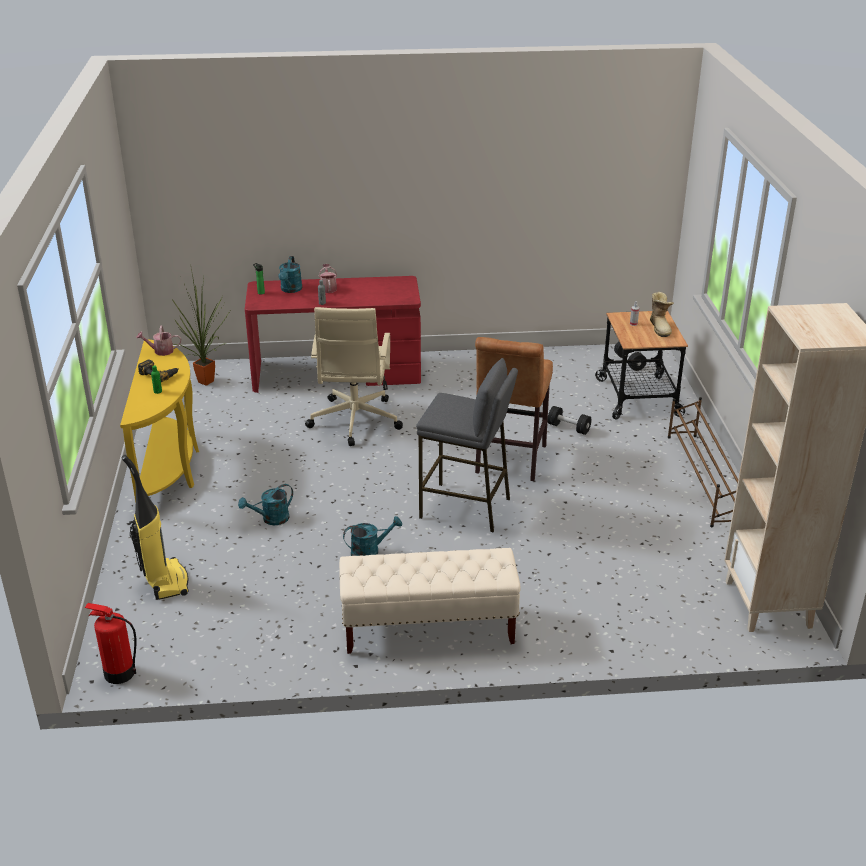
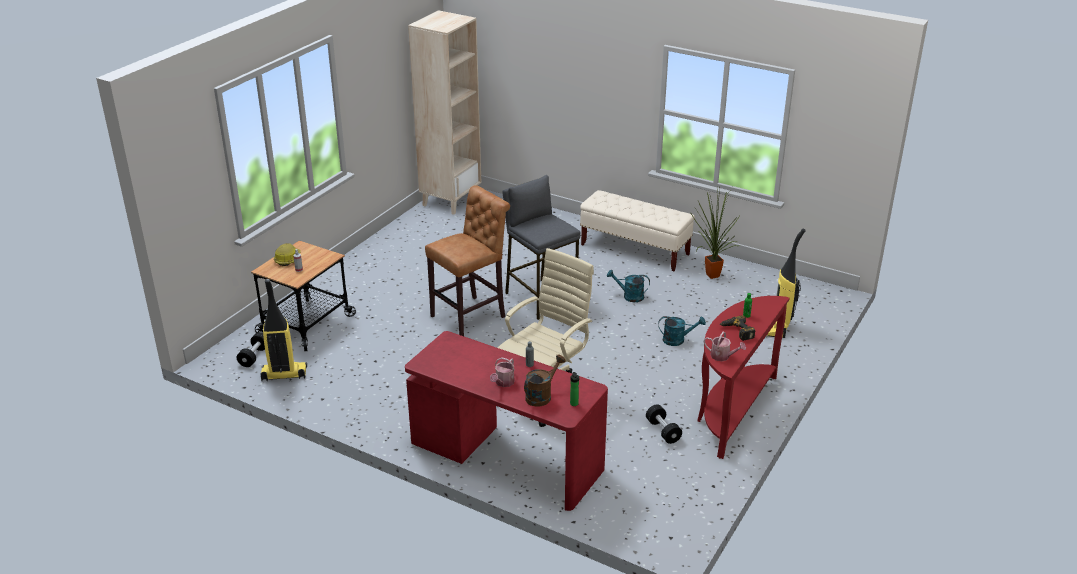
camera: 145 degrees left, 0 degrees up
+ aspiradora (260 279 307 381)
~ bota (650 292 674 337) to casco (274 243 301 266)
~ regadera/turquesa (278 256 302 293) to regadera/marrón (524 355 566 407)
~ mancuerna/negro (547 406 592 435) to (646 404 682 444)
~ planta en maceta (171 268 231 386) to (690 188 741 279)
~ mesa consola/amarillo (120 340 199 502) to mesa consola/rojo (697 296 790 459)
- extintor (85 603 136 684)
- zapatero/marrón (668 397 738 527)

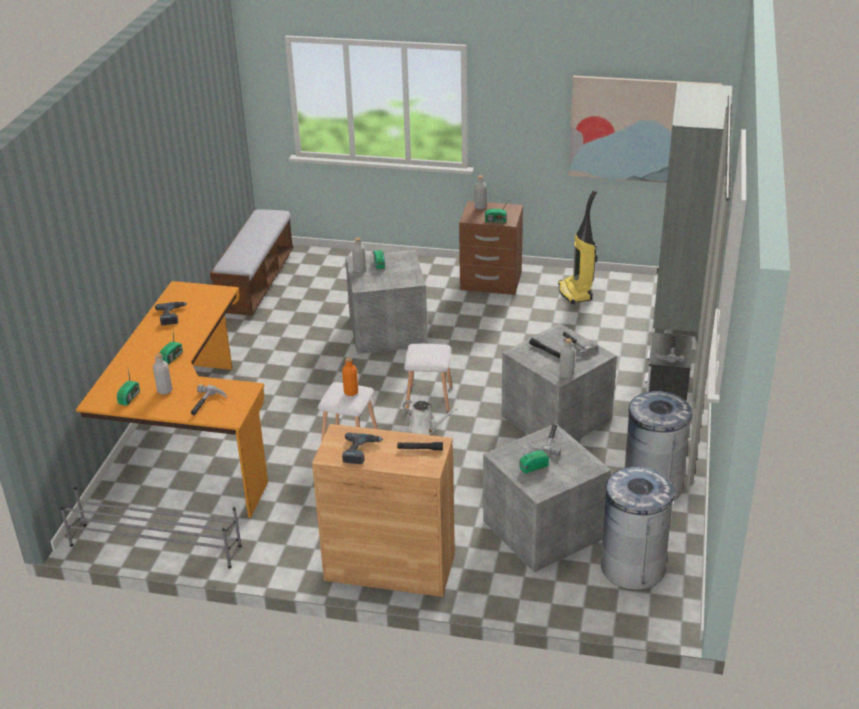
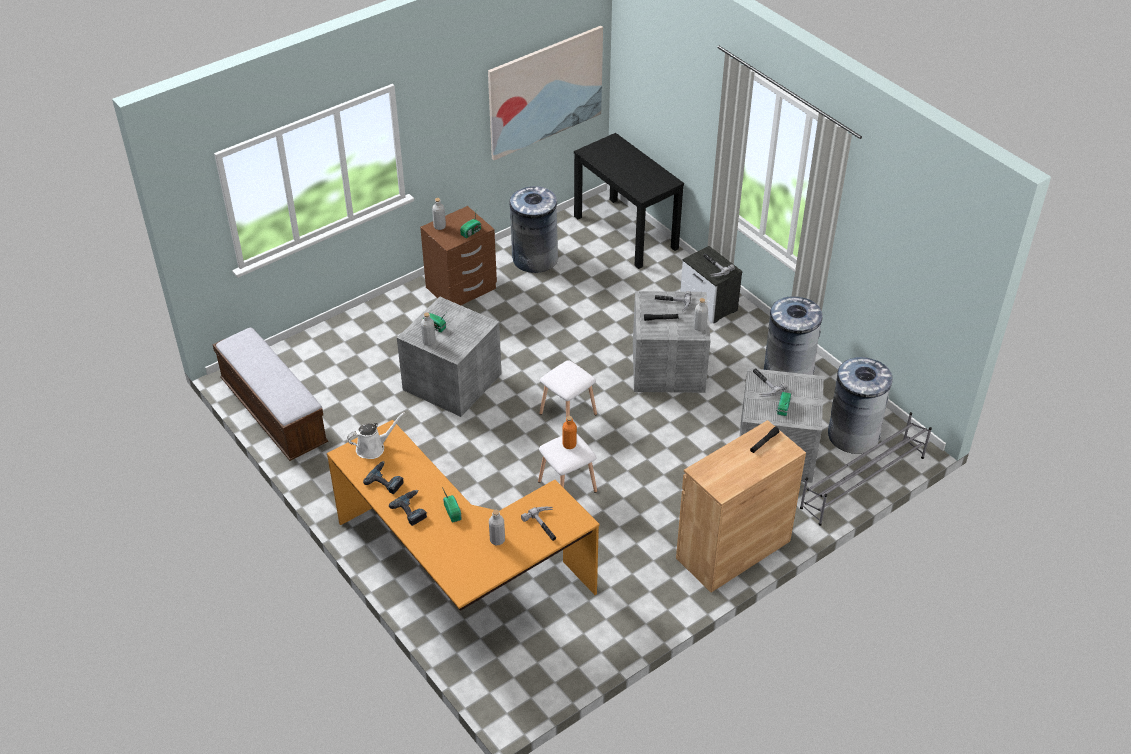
camera: 50 degrees left, 10 degrees up
~ regadera/blanco (402 401 458 435) to (347 412 405 459)
~ taladro (342 433 384 464) to (389 490 427 526)
~ aspiradora (558 190 598 304) to papelera/gris (509 186 558 273)
~ estantería/gris (653 83 732 342) to mesa consola/negro (574 133 684 269)
~ zapatero/gris (60 487 242 569) to (800 412 932 526)
- radio (117 369 140 406)

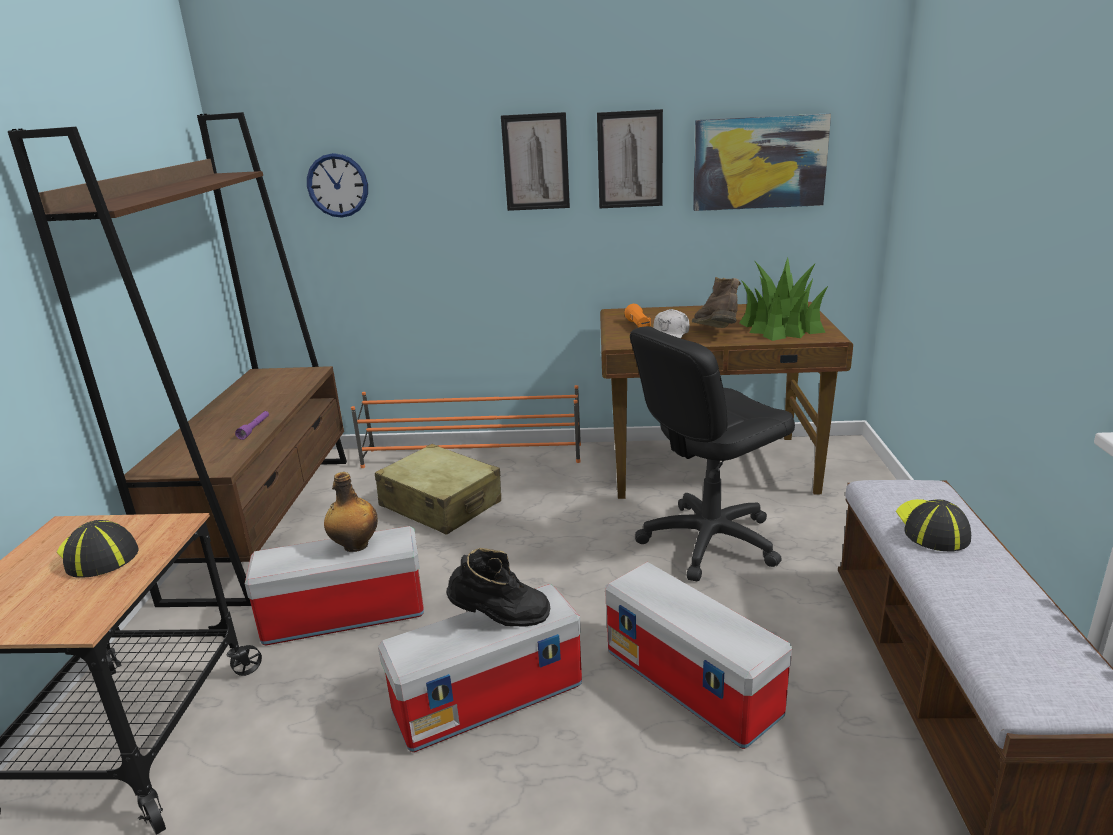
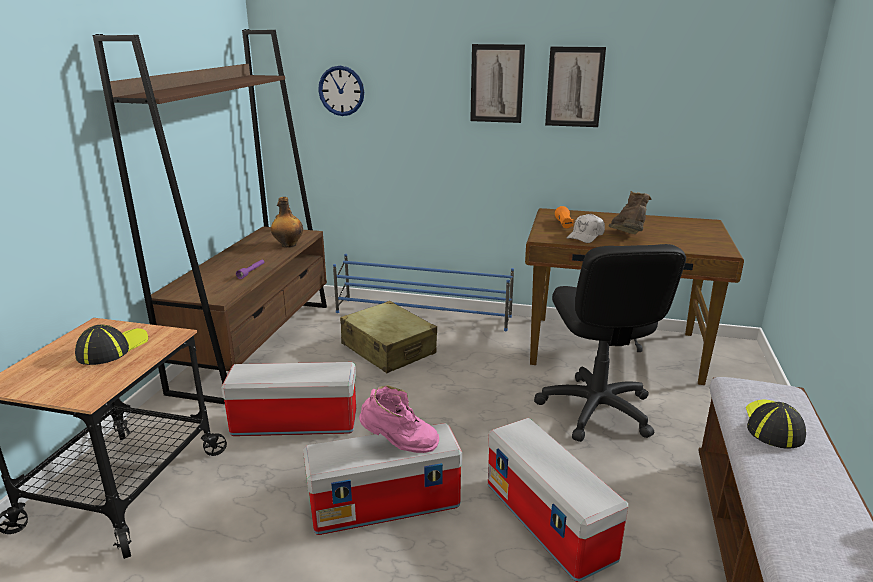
camera: 10 degrees right, 0 degrees up
~ gorra (57 520 138 578) = (75 324 148 365) 60 degrees clockwise
~ botella (324 472 378 552) to (271 197 303 248)
~ zapatero/naranja (351 385 581 468) to zapatero/azul (333 254 514 331)
~ bota/negro (447 548 550 627) to bota/rosa (359 385 439 453)
~ silla de oficina/negro (630 326 795 581) = (534 244 686 442) 75 degrees counterclockwise
- cuadro (693 113 831 211)
- planta en maceta (739 258 829 341)

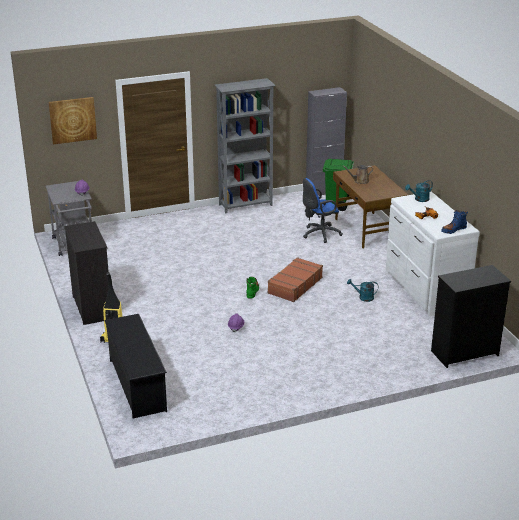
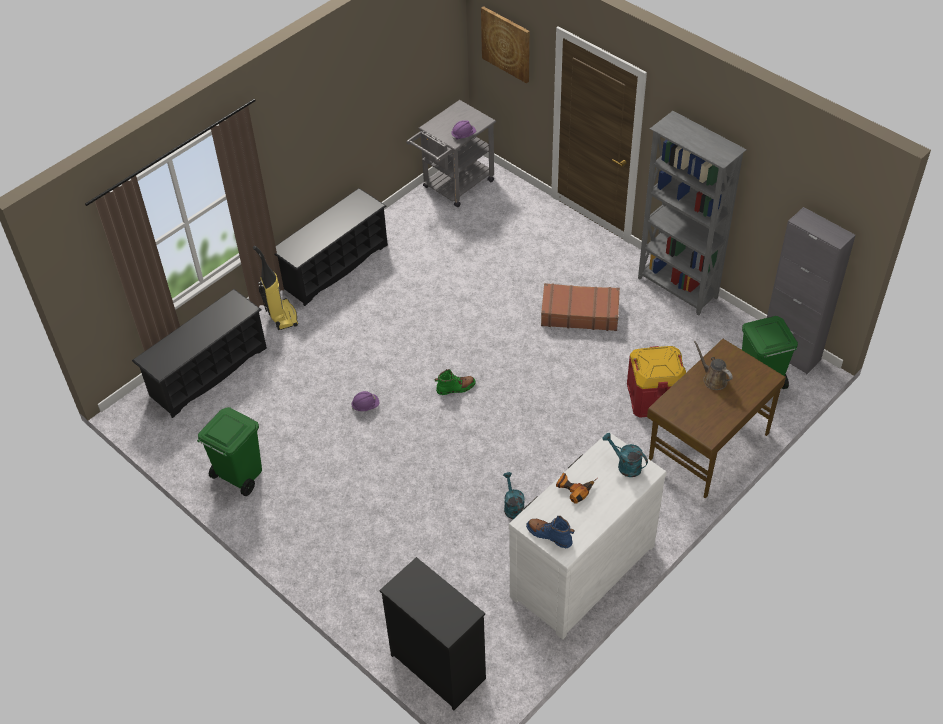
camera: 65 degrees right, 20 degrees up
+ papelera/verde (197 407 262 496)
~ cómoda/negro (64 221 109 325) to zapatero/negro (274 188 388 306)
~ maleta/marrón (268 257 323 302) to (541 283 620 331)
~ silla de oficina/azul (303 178 343 243) to caja de almacenaje/rojo (627 346 686 418)

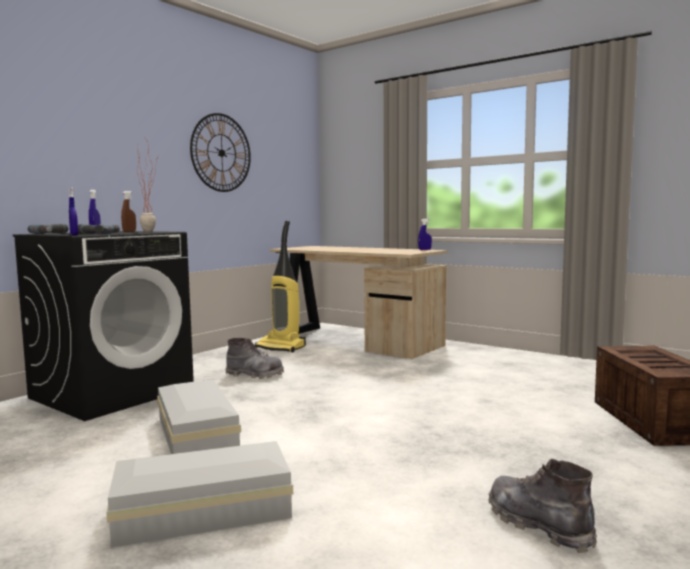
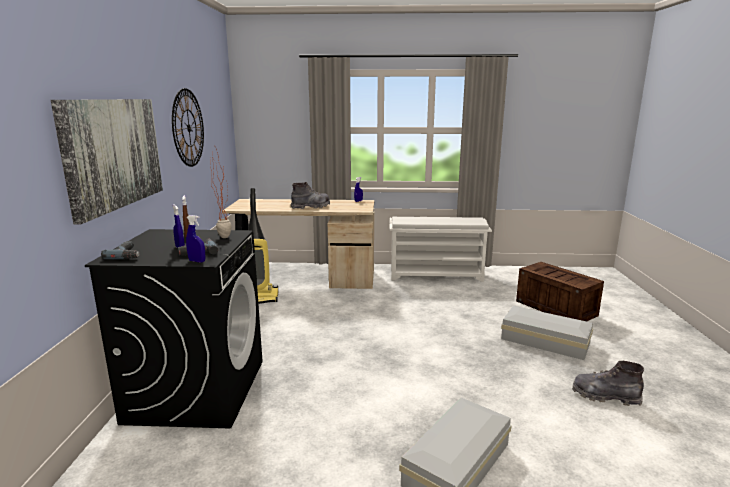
camera: 35 degrees left, 10 degrees up
+ cuadro (51 99 163 225)
~ bota/gris (225 338 284 379) to (291 182 330 209)
+ zapatero/blanco (389 217 492 282)
~ caja de almacenaje/blanco (157 381 241 454) to (501 306 593 360)

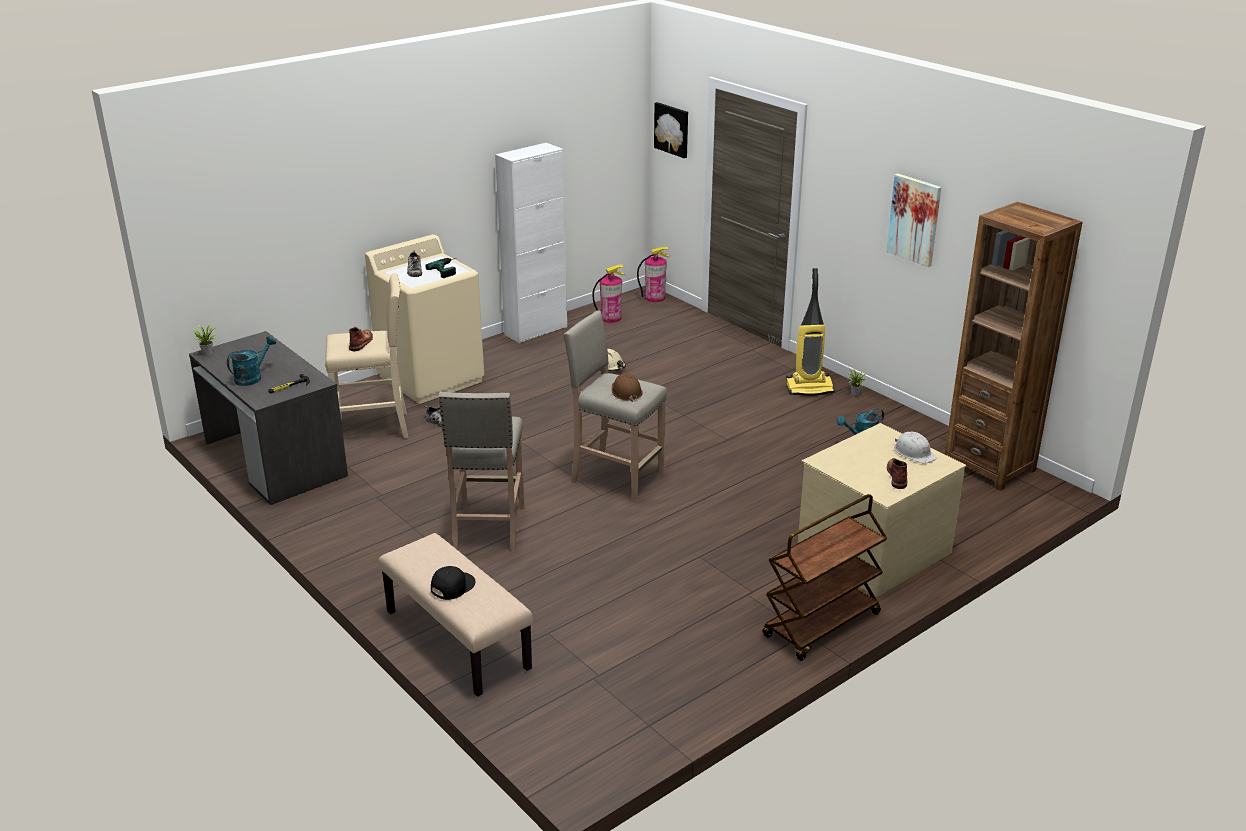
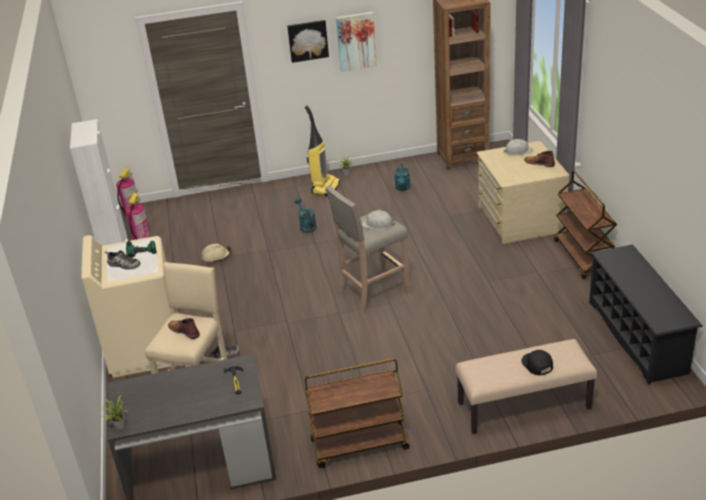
camera: 60 degrees left, 5 degrees up
~ cuadro (654 102 688 158) to (287 20 329 63)
~ regadera/turquesa (227 336 276 386) to (295 198 317 233)
+ carrito/marrón (305 359 409 468)
~ casco/marrón (611 373 643 402) to casco/blanco (362 210 395 230)
+ zapatero/negro (589 244 703 385)
- taburete/beis (439 392 525 551)

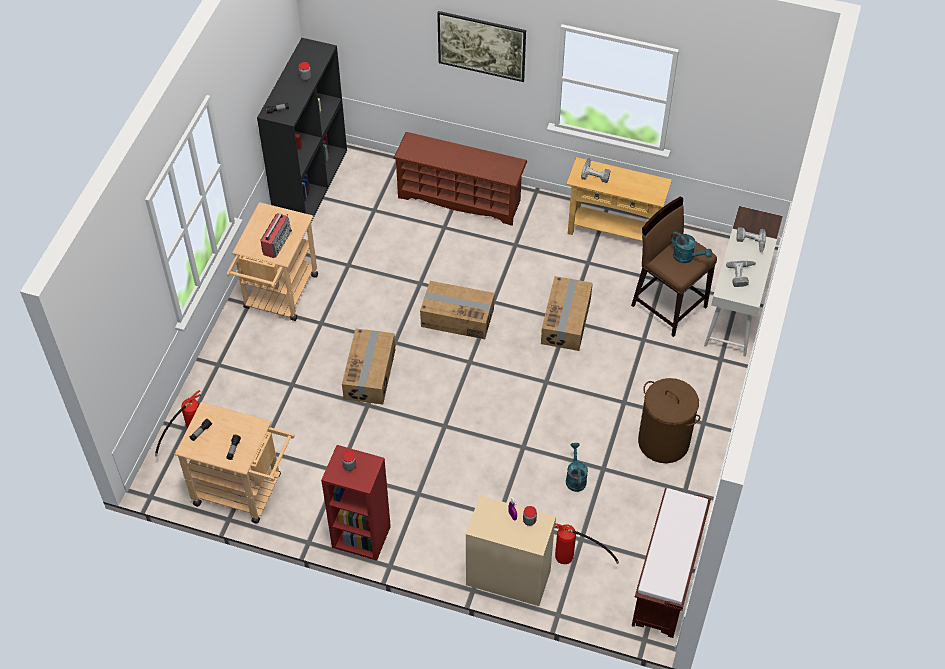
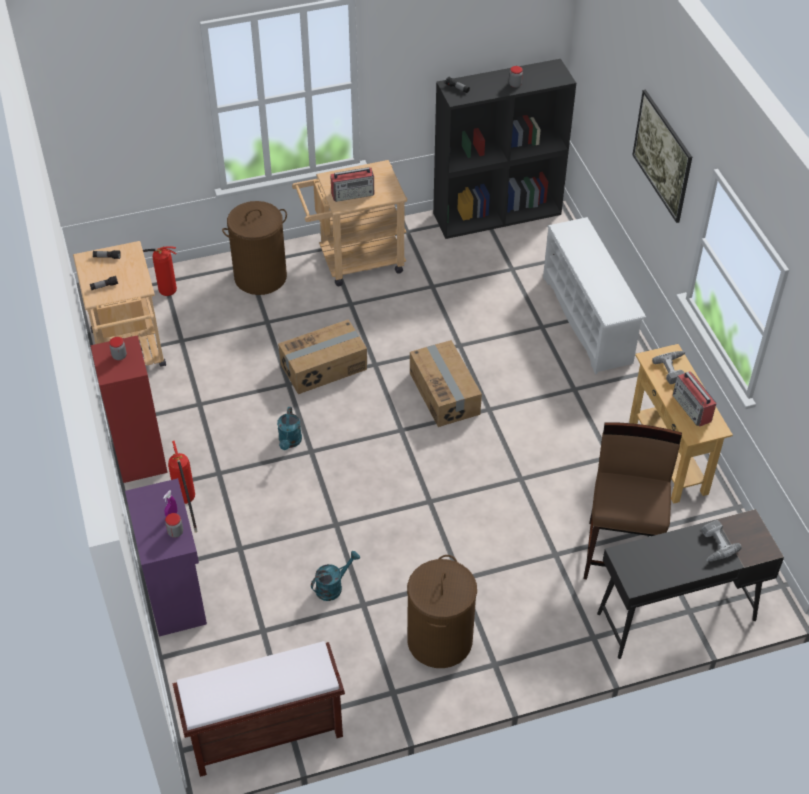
camera: 55 degrees right, 5 degrees down
~ armario/beis (466 496 556 606) to armario/morado (125 478 207 637)
~ extintor (555 523 619 564) to (168 441 198 533)
+ cesto de la ropa/marrón (222 201 287 295)
~ regadera/turquesa (671 231 712 263) to (277 407 302 450)
~ zapatero/marrón (393 132 527 226) to zapatero/blanco (543 217 647 375)
~ escritorio/blanco (704 206 783 357) to escritorio/negro (597 509 784 659)
+ radio (673 371 716 427)
- caja de cartón (541 276 593 351)
- taladro (726 261 756 287)

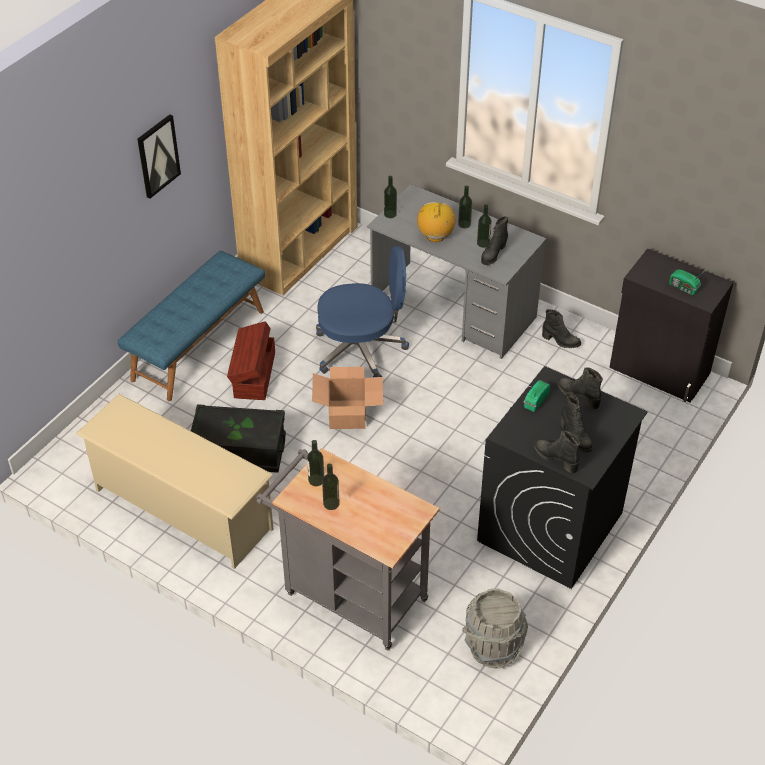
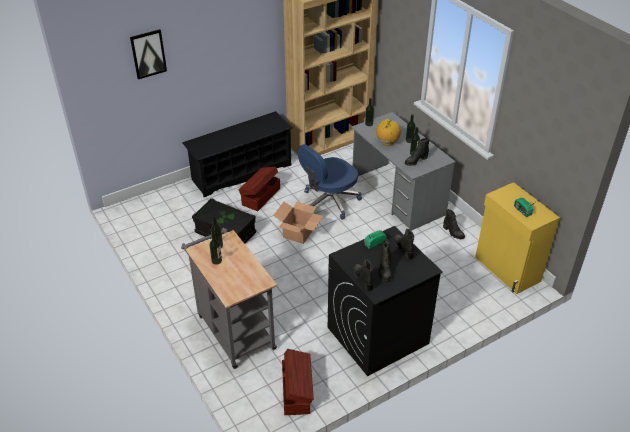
camera: 25 degrees right, 5 degrees down
~ cuadro (137 114 181 199) to (130 29 167 79)
~ banco/azul (118 251 265 401) to zapatero/negro (182 111 293 197)
~ cubo/gris (462 588 528 669) to caja de almacenaje/marrón (282 349 314 415)
~ silla de oficina/azul (316 246 409 377) = (298 144 362 220) 120 degrees clockwise
~ armario/negro (609 248 734 402) to armario/amarillo (475 182 560 294)
- zapatero/beis (76 394 274 569)

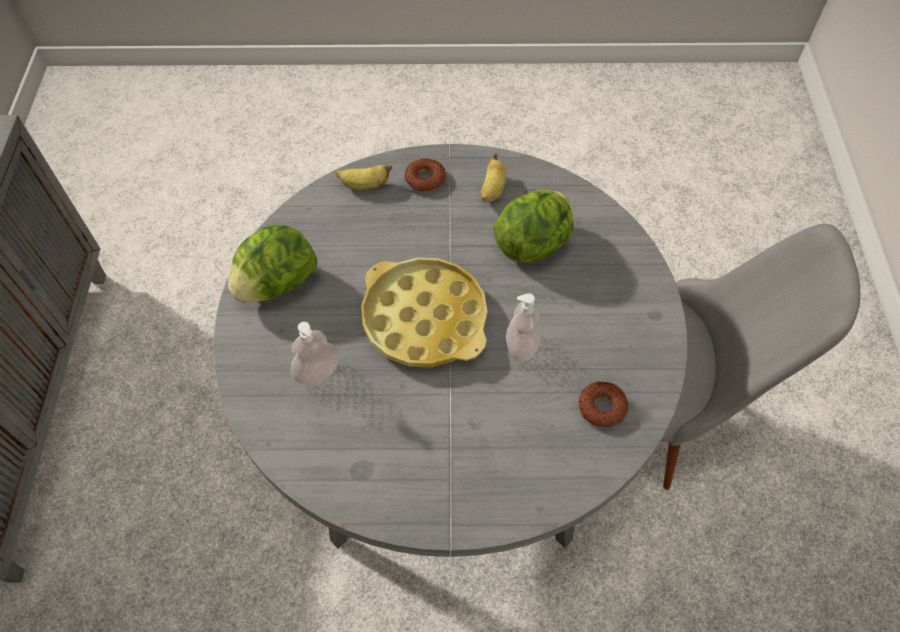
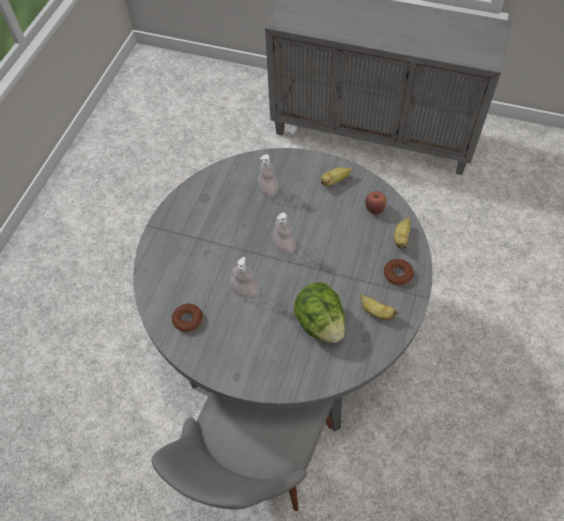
camera: 110 degrees right, 0 degrees up
~ bandeja/amarillo (361 258 487 368) to dispensador de jabón (272 213 296 255)
~ lechuga (228 225 317 303) to plátano (321 167 352 186)
+ manzana (366 191 387 215)

